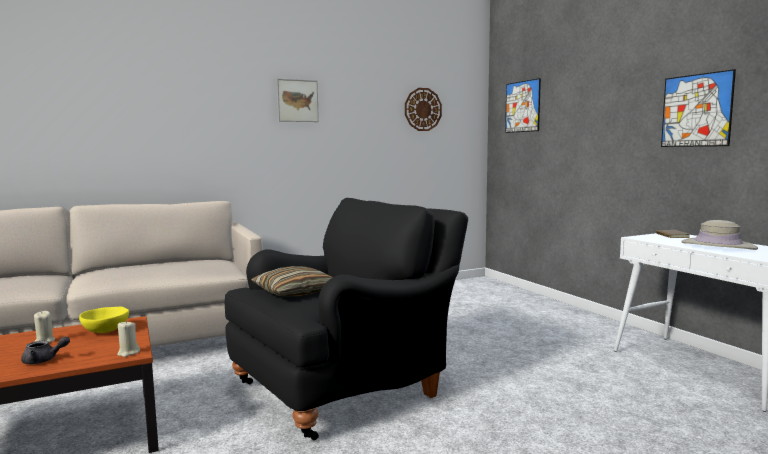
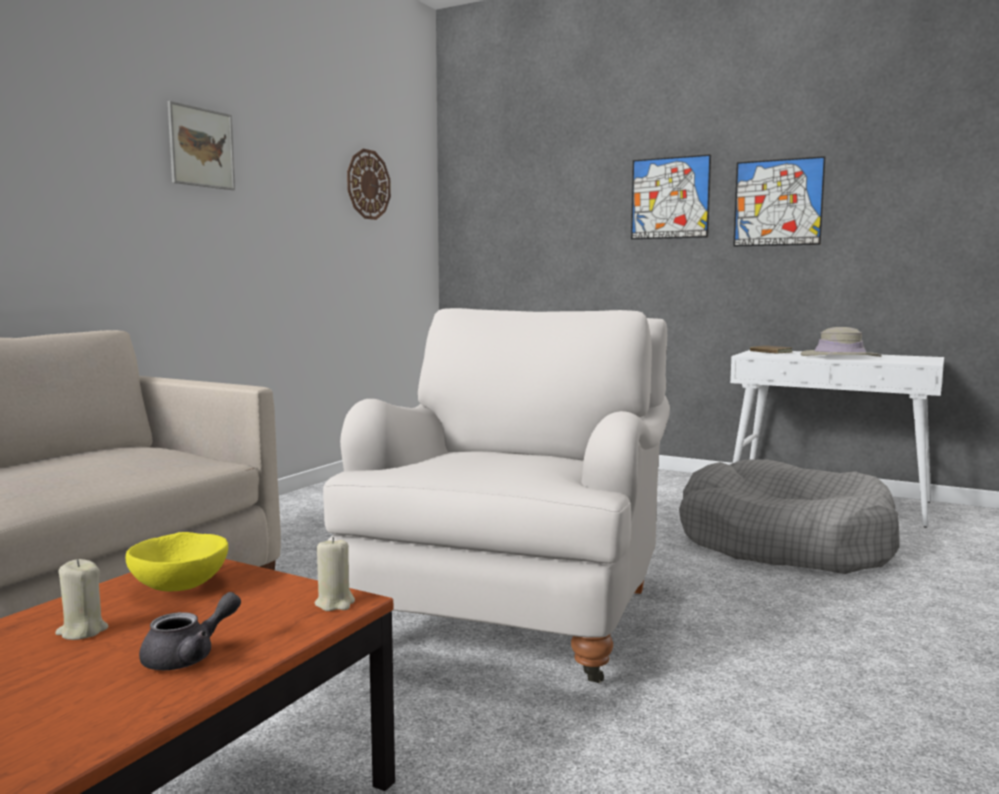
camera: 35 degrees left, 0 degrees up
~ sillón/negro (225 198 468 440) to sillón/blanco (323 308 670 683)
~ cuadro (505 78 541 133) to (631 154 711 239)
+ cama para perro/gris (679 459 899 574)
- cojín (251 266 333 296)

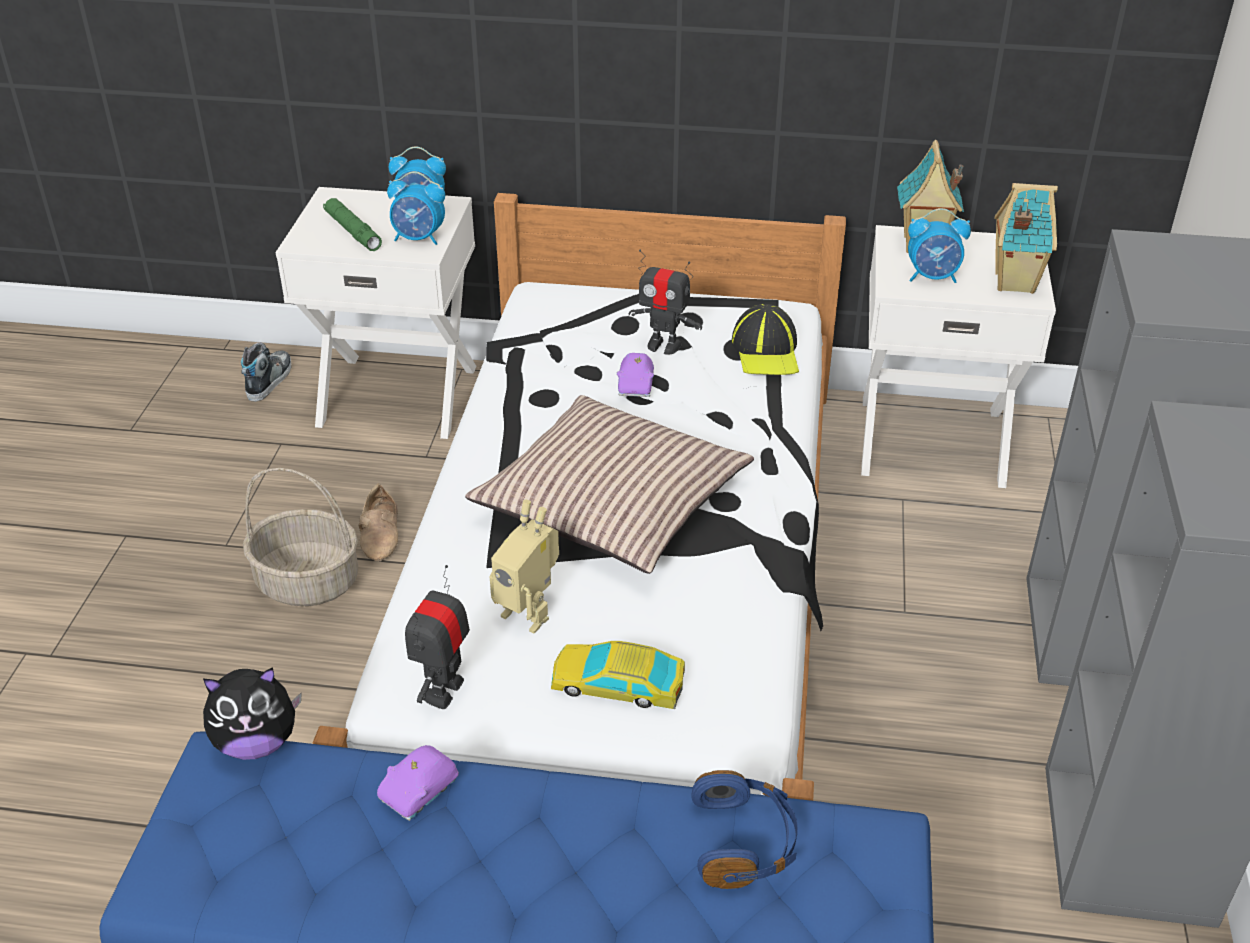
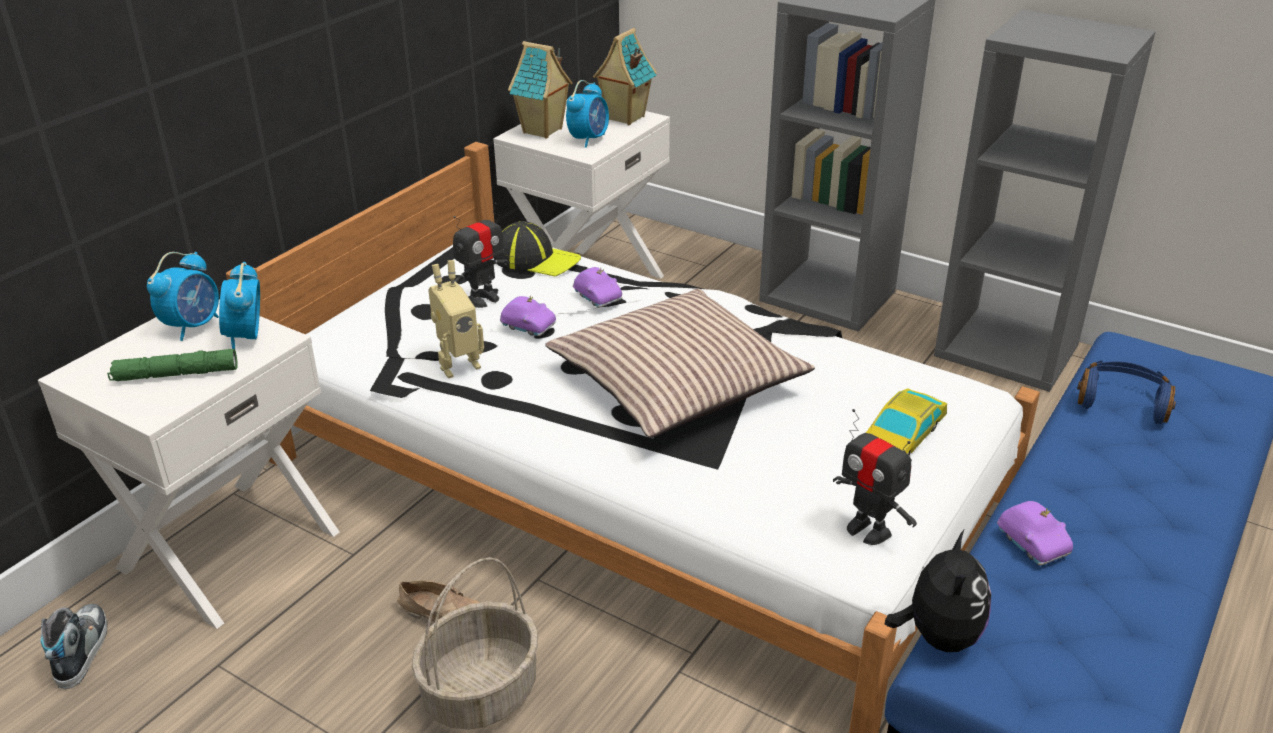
camera: 65 degrees left, 5 degrees down
~ zapato (241 342 292 402) = (40 604 108 689) 45 degrees clockwise
~ despertador (387 171 445 245) = (219 262 260 349) 135 degrees clockwise
~ robot de juguete (490 500 559 634) to (428 260 484 378)
+ coche de juguete/morado (573 267 622 308)

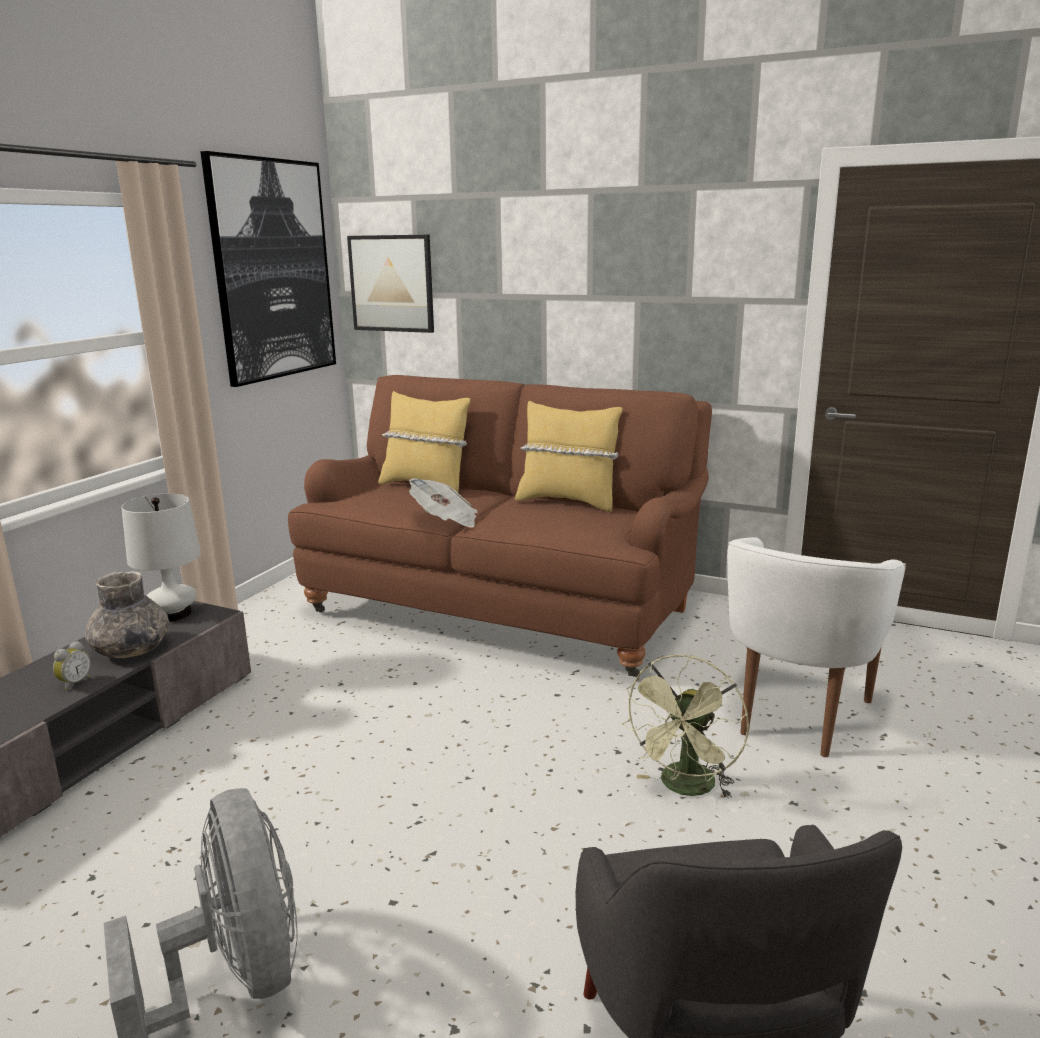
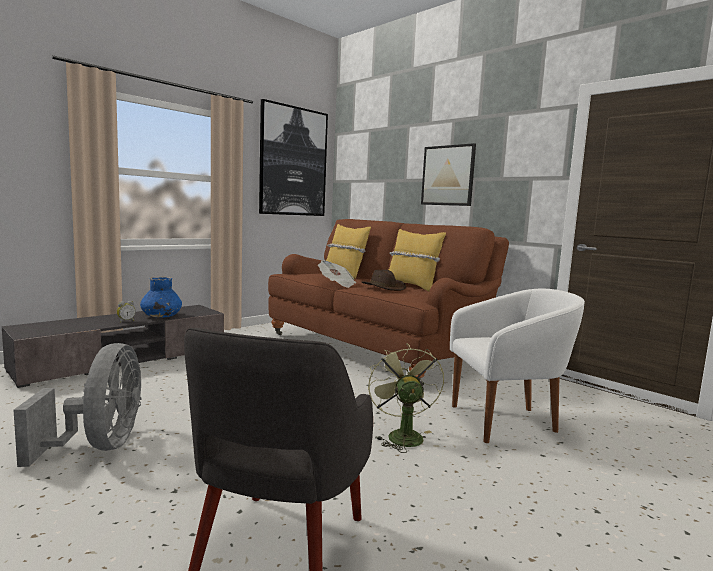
camera: 20 degrees right, 10 degrees down
~ florero/gris (85 571 169 658) to florero/azul (140 276 182 318)
+ sombrero/marrón (362 270 406 291)
~ ventilador/verde (622 654 749 799) = (368 343 444 453) 120 degrees clockwise
~ cuadro (347 235 434 333) to (421 143 476 206)
~ sillón/blanco (727 537 906 757) = (450 289 585 443) 150 degrees counterclockwise
- lámpara de mesa/blanco (121 494 201 622)

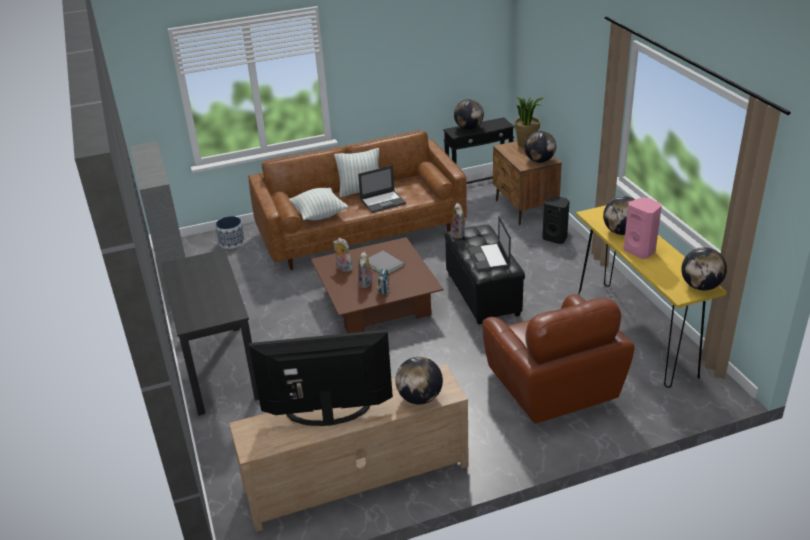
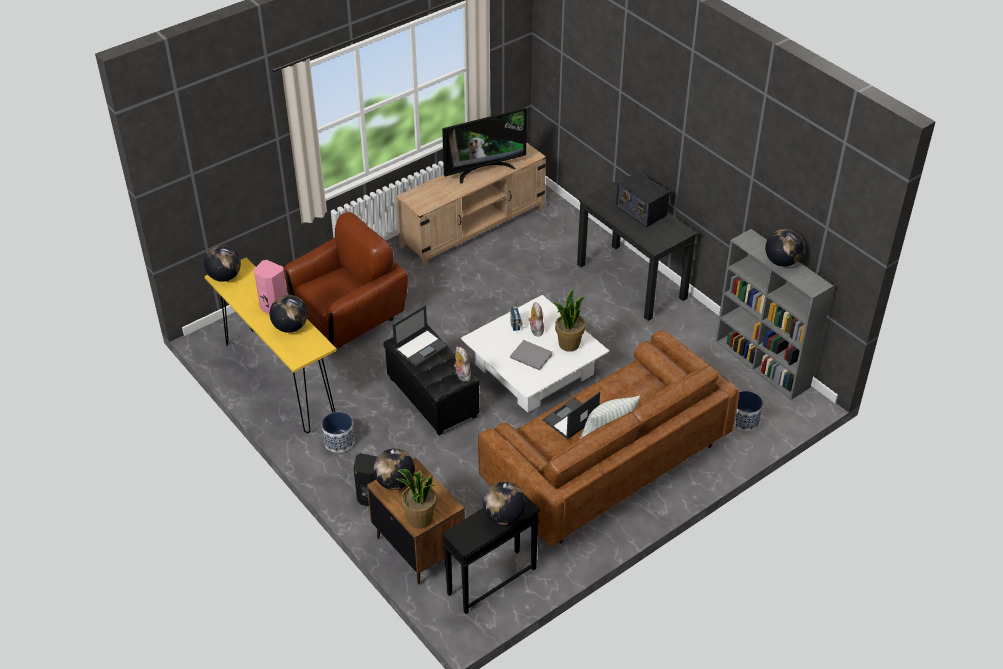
camera: 160 degrees right, 10 degrees up
~ sillón/marrón (482 294 635 424) = (284 212 408 348) 90 degrees clockwise
+ maceta (322 412 355 453)
~ portátil (467 216 511 271) = (393 305 448 367) 75 degrees clockwise
~ mesa de centro/marrón (311 237 443 333) to mesa de centro/blanco (461 295 610 413)
~ peluche (333 238 354 272) to planta en maceta (554 289 585 352)
+ radio (615 171 670 227)
~ globo terráqueo (395 357 443 405) to (765 229 804 267)
- cojín (289 187 348 220)

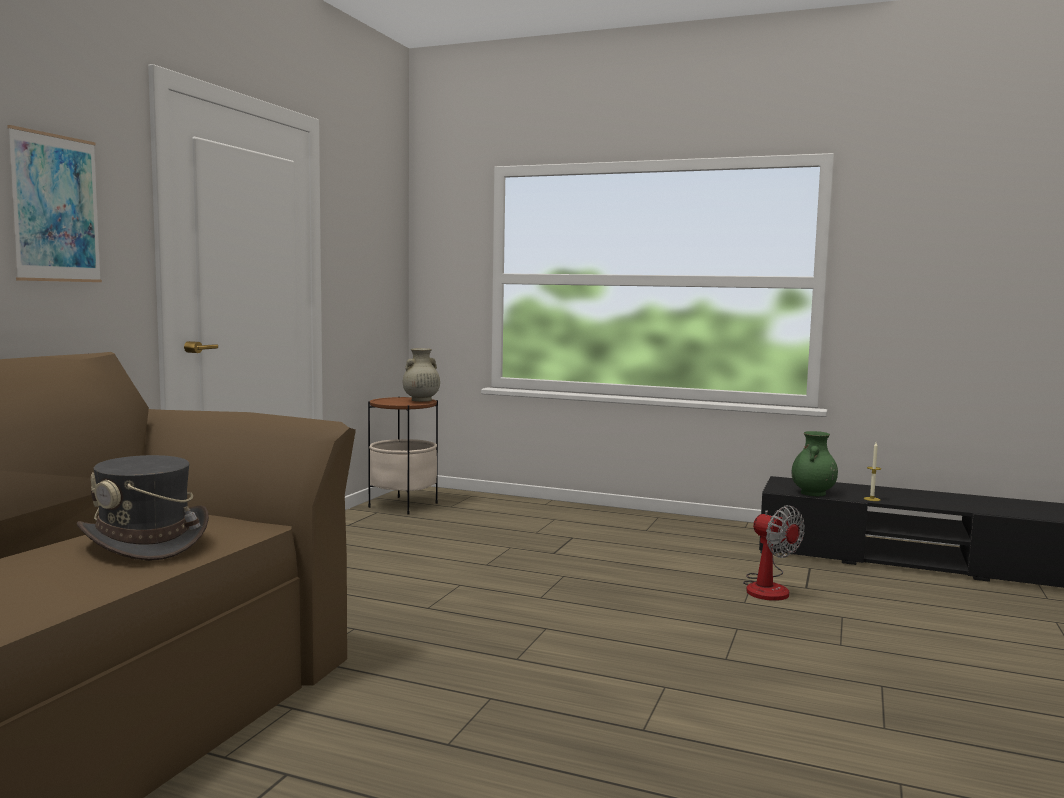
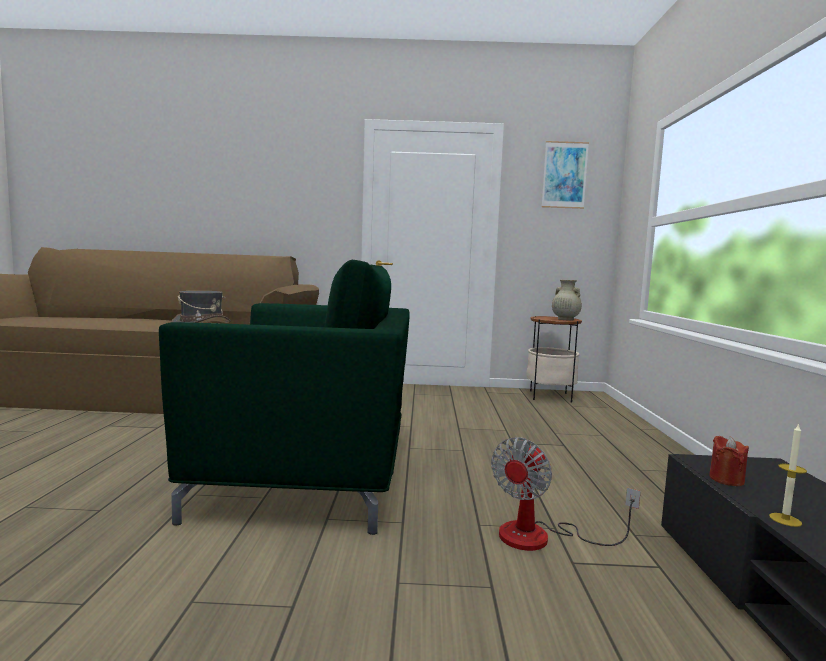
camera: 70 degrees right, 0 degrees up
+ sillón/verde (159 259 410 535)
~ cuadro (7 125 102 282) to (542 141 589 209)
~ florero/verde (791 431 838 496) to vela/rojo (709 436 749 486)

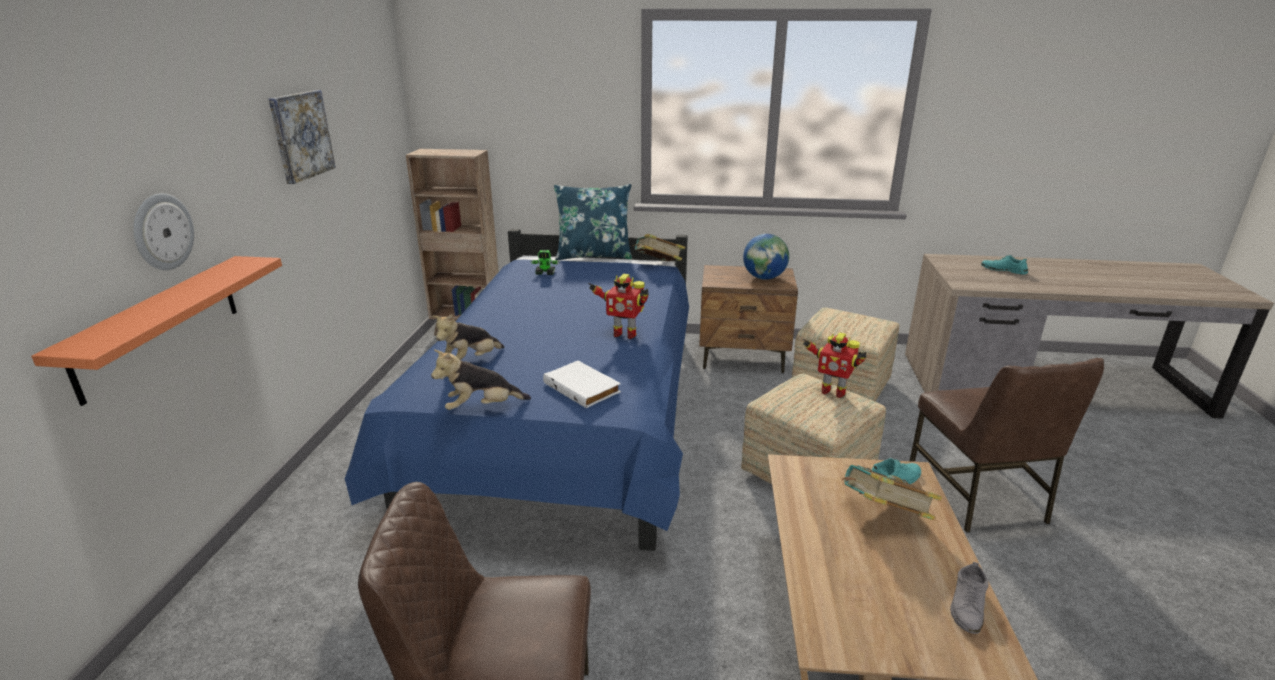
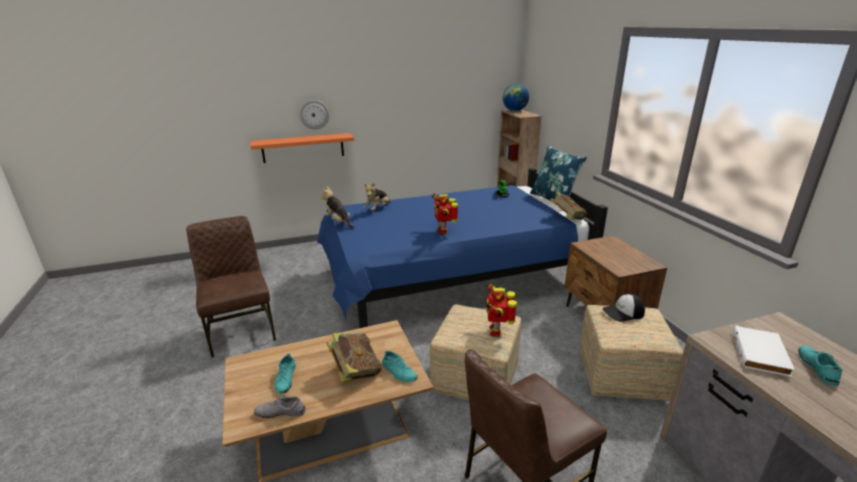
camera: 65 degrees right, 0 degrees up
+ zapato/turquesa (274 354 296 394)
~ peluche (432 314 504 360) = (364 183 391 211) 75 degrees counterclockwise
~ globo terráqueo (743 234 789 280) to (503 83 529 111)
+ gorra (602 293 645 322)
~ libro/blanco (543 361 621 408) to (733 325 795 377)
- cuadro (268 90 336 184)

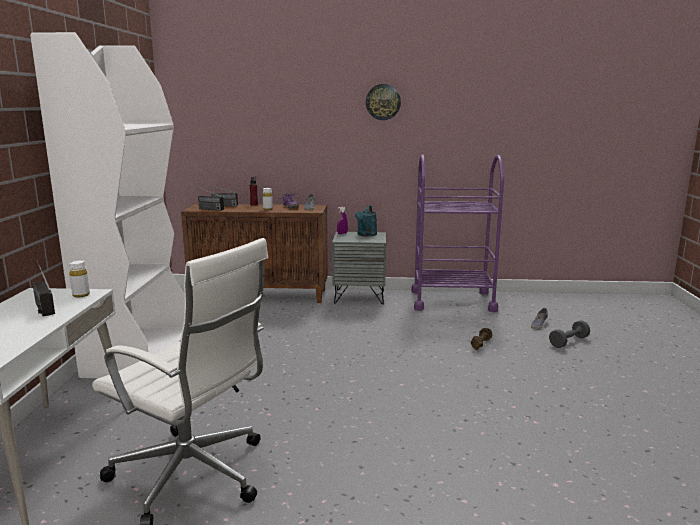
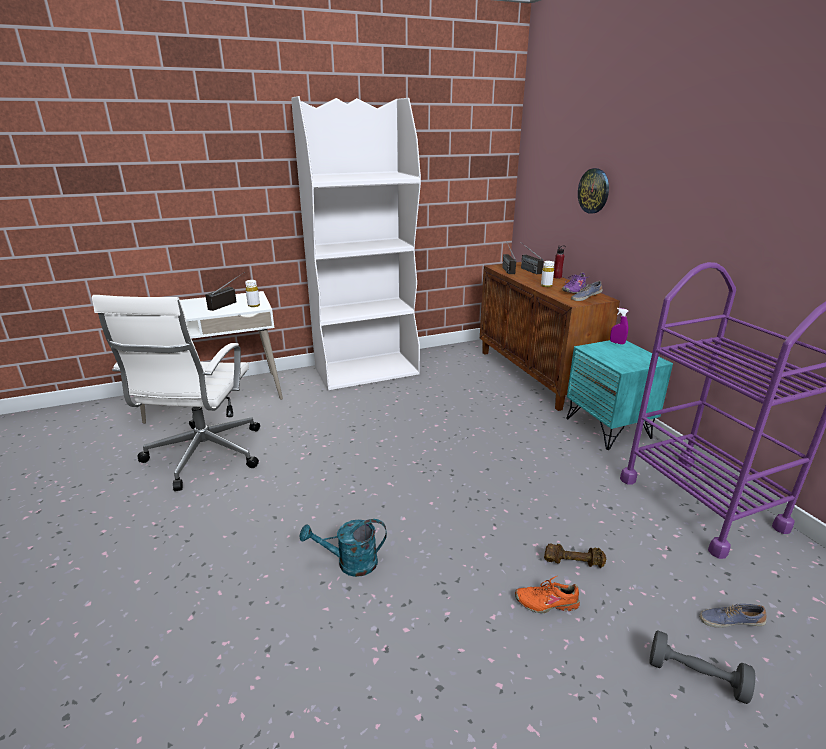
camera: 65 degrees right, 10 degrees up
~ regadera/turquesa (355 206 377 237) to (300 519 387 577)
+ zapato/naranja (515 576 580 613)
~ mesita de noche/gris (332 232 386 305) to mesita de noche/turquesa (566 340 673 450)
~ reloj de pared (366 84 401 120) to (578 168 609 214)

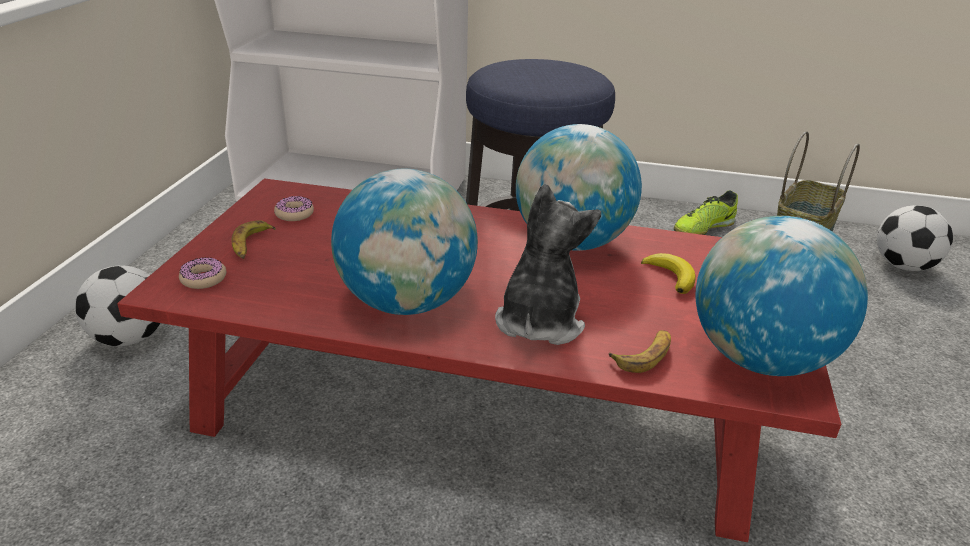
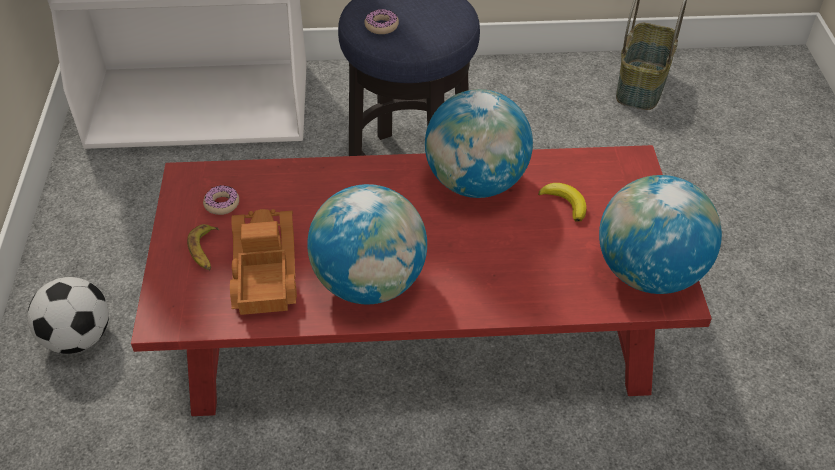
camera: 15 degrees left, 15 degrees up
+ camión de juguete (230 209 297 315)
~ rosquilla (179 257 226 289) to (364 9 399 34)
- peluche (495 184 601 345)
- plátano (609 330 671 373)
- zapato (674 190 738 235)
- balón de fútbol (877 205 953 271)

